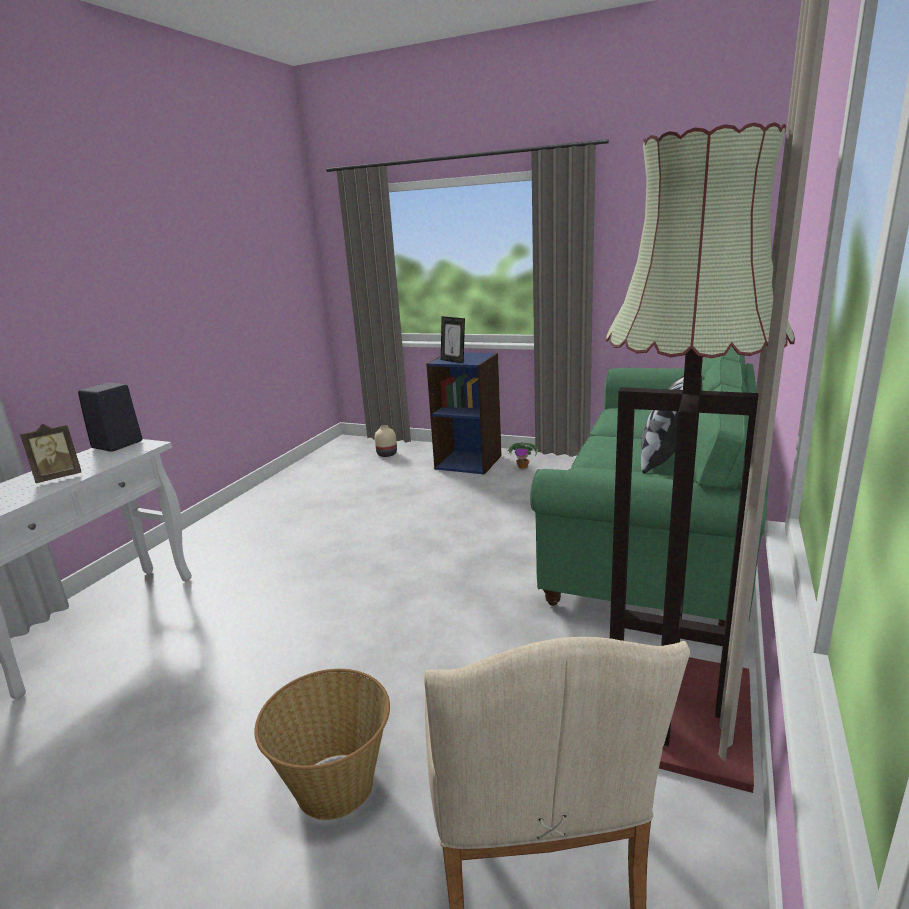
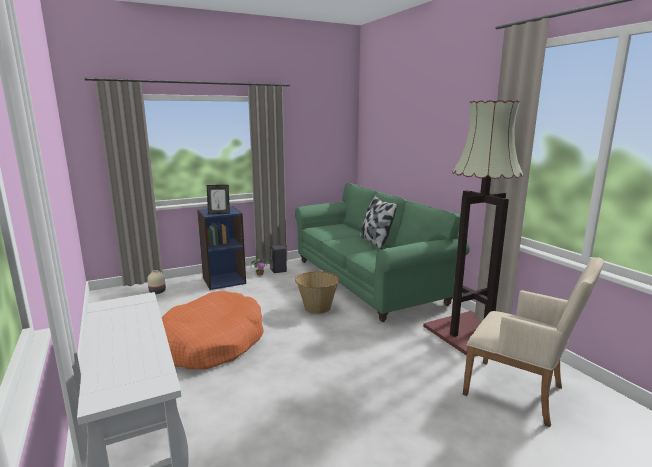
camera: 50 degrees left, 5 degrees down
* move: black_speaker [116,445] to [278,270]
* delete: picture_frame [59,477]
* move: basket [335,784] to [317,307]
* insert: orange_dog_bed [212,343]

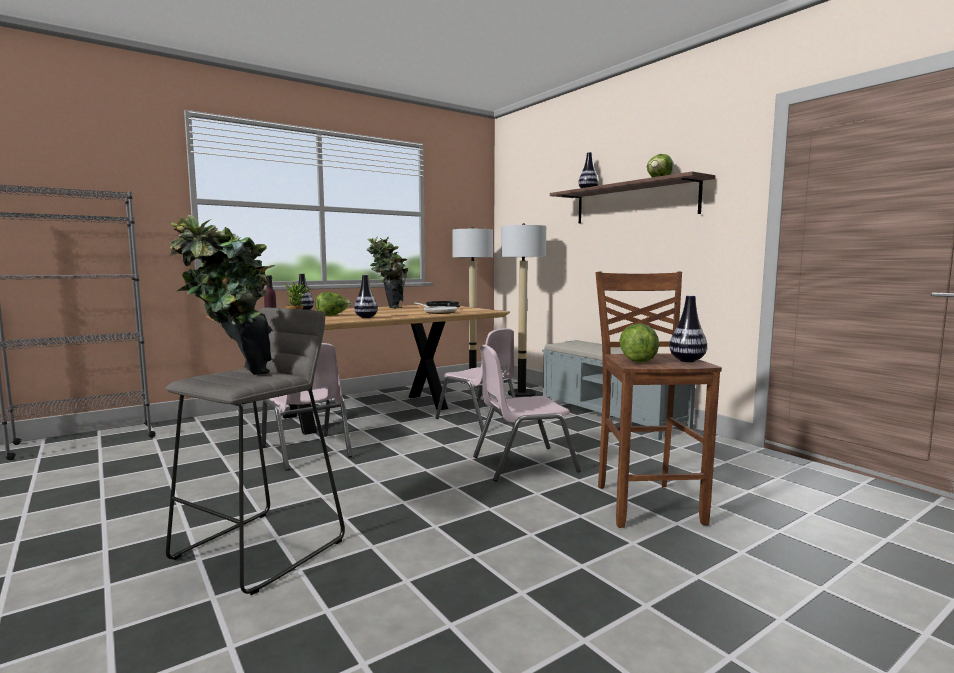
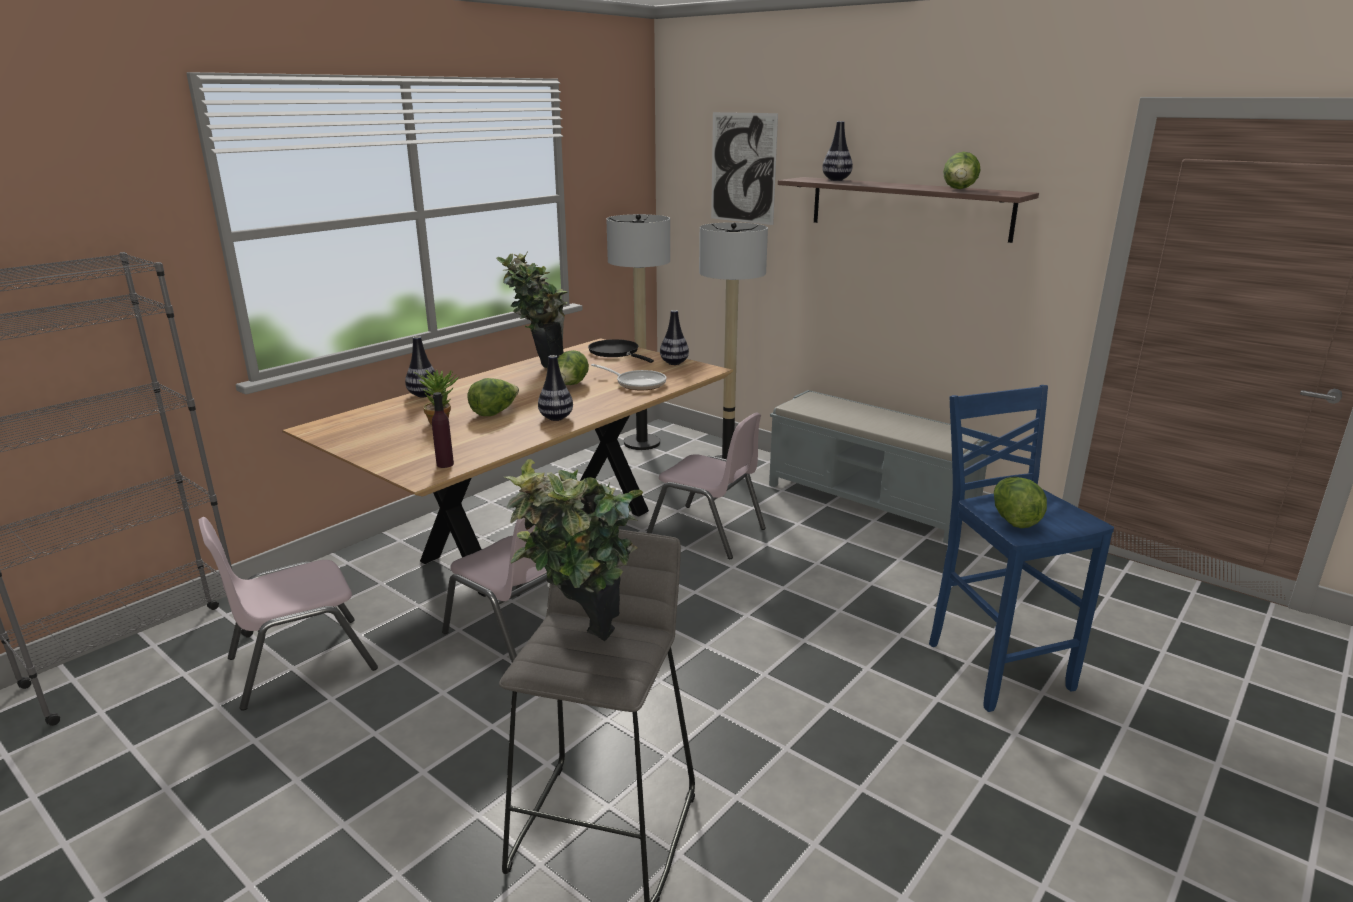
camera: 15 degrees left, 15 degrees up
* recolor: brown_stool [646,503] to blue_stool [995,665]
* move: vase [687,360] to [674,363]
* move: pink_chair [523,464] to [301,663]
* insert: picture [743,168]
* insert: lettuce [570,386]

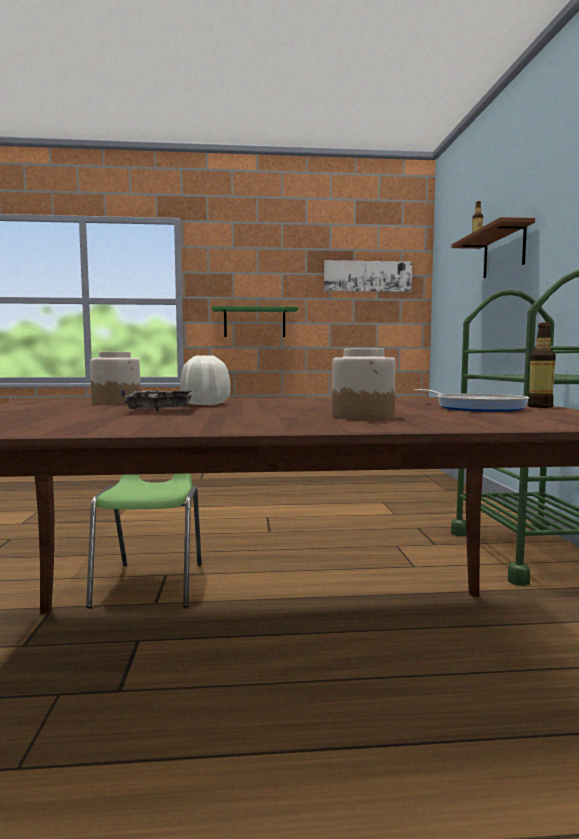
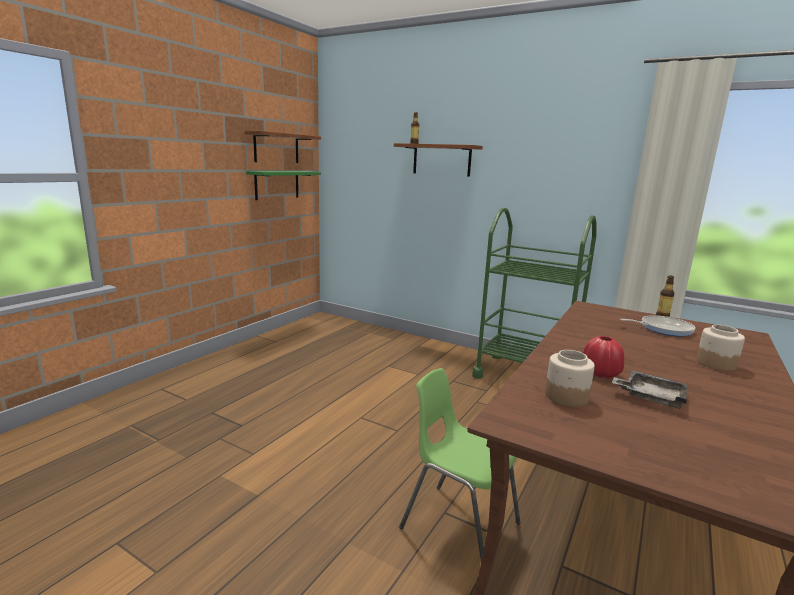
camera: 55 degrees left, 10 degrees up
* replace: picture [367,276] to brown_shelf [276,148]
* move: green_shelf [254,322] to [277,185]
* recolor: white_vase [205,404] to red_vase [600,373]

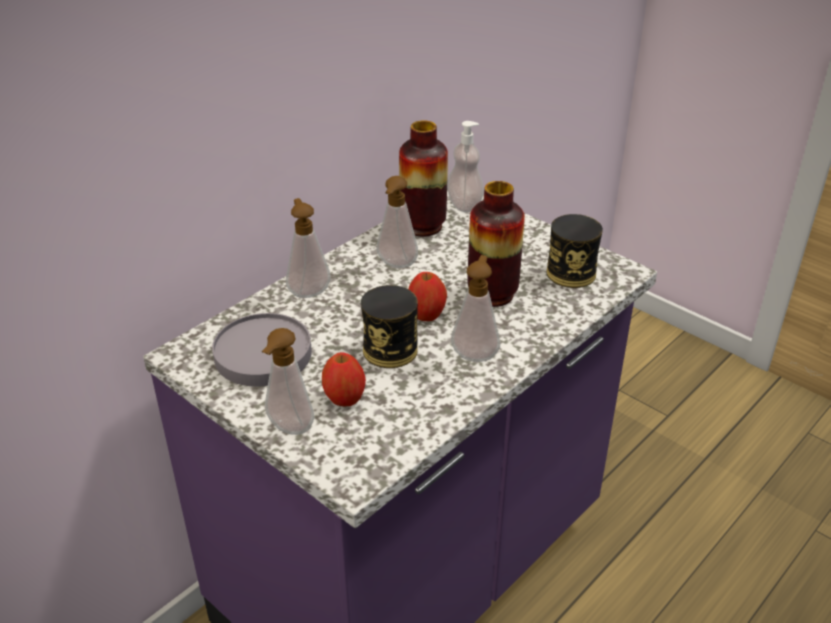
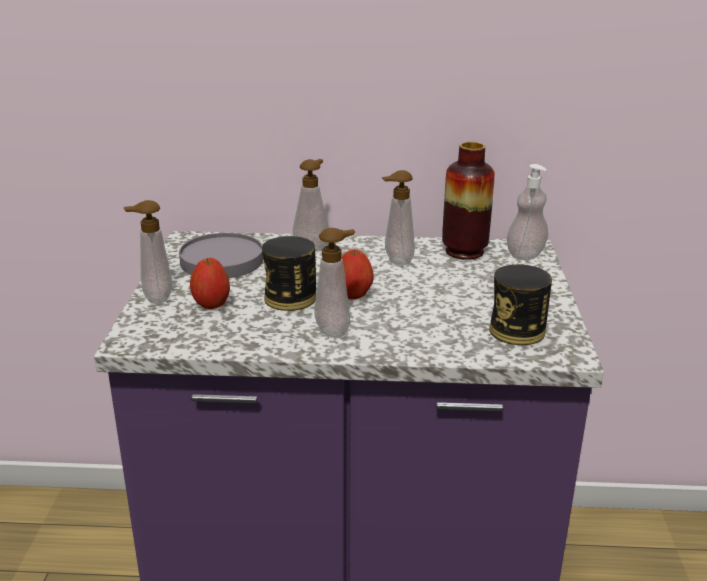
camera: 50 degrees right, 10 degrees down
* delete: vase [492,294]

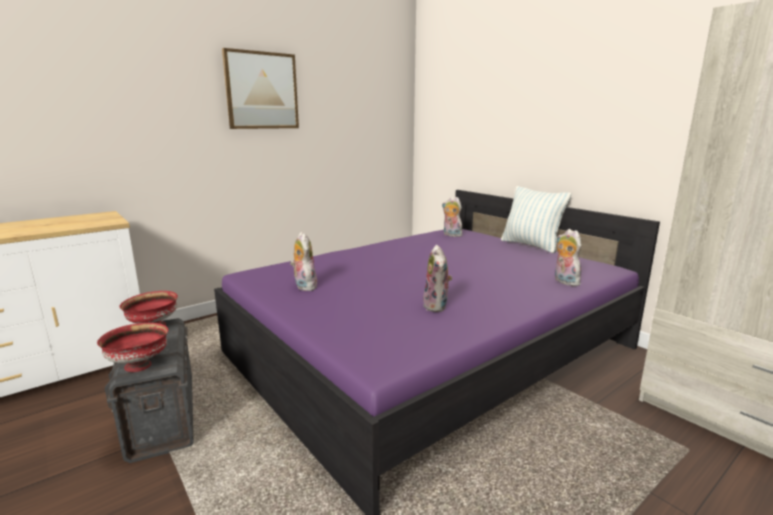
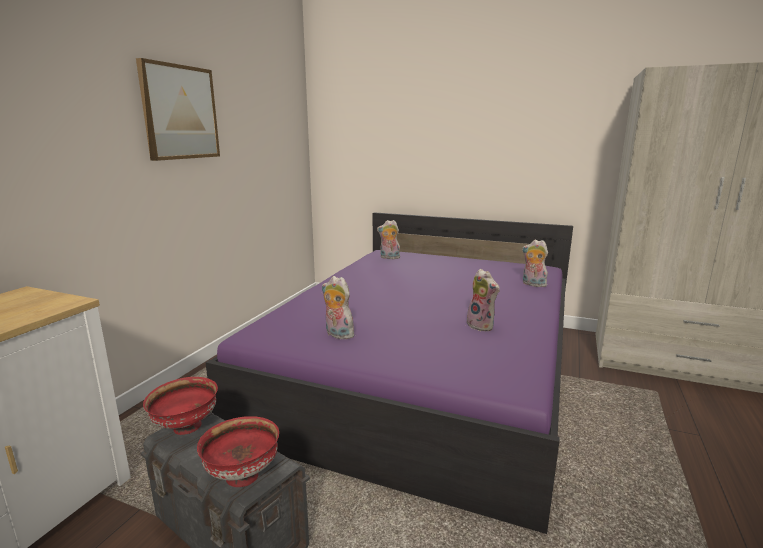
camera: 30 degrees left, 0 degrees up
* delete: pillow [531,245]

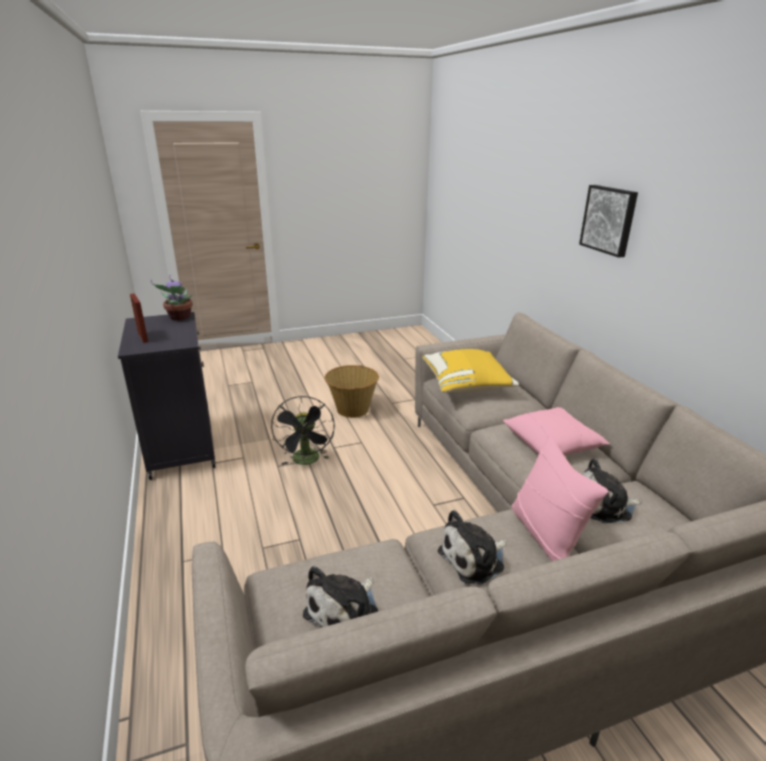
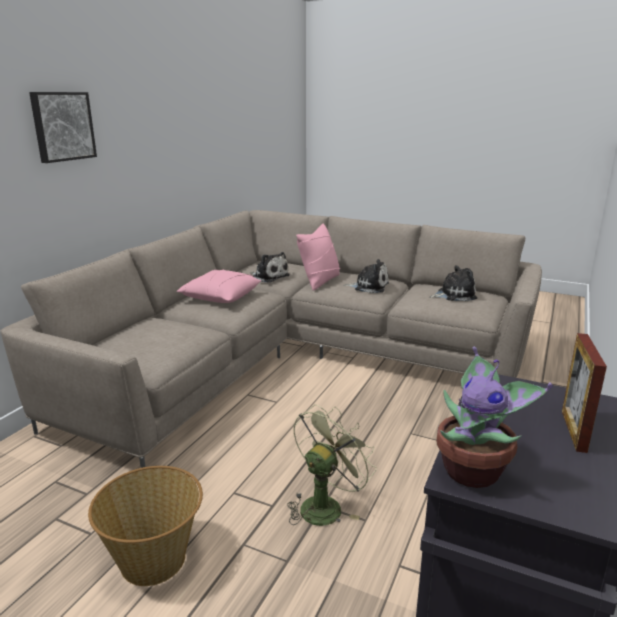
camera: 135 degrees left, 5 degrees down
* delete: yellow_pillow [467,386]
* recolor: black_fan [307,461] to green_fan [325,505]

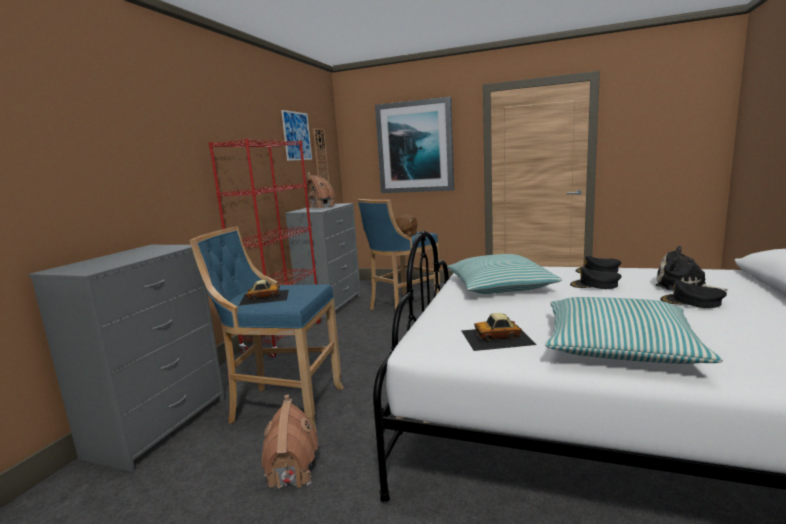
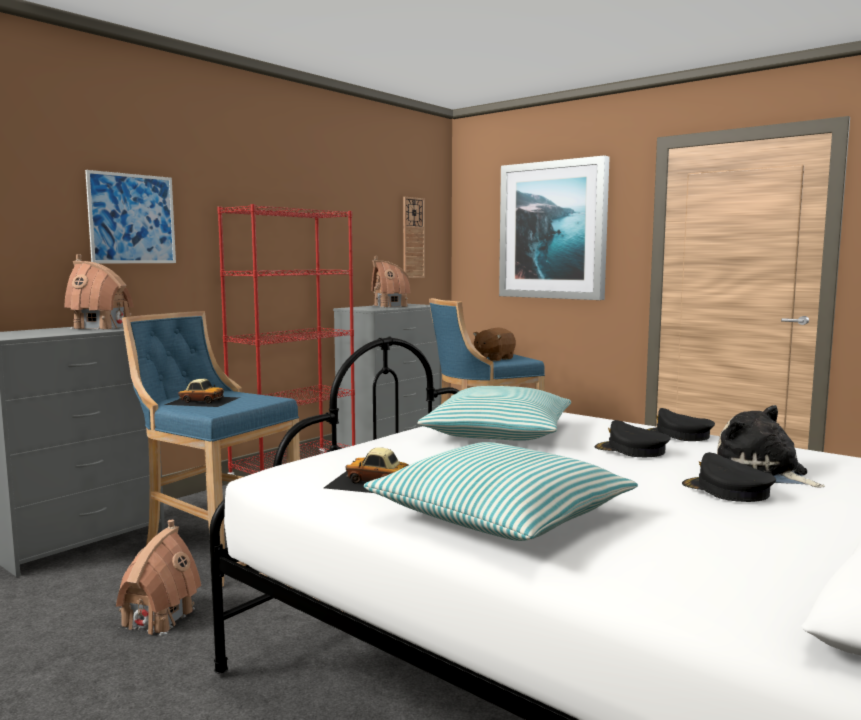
camera: 20 degrees right, 5 degrees down
* move: picture [297,136] to [132,219]
* insert: toy_house [102,327]

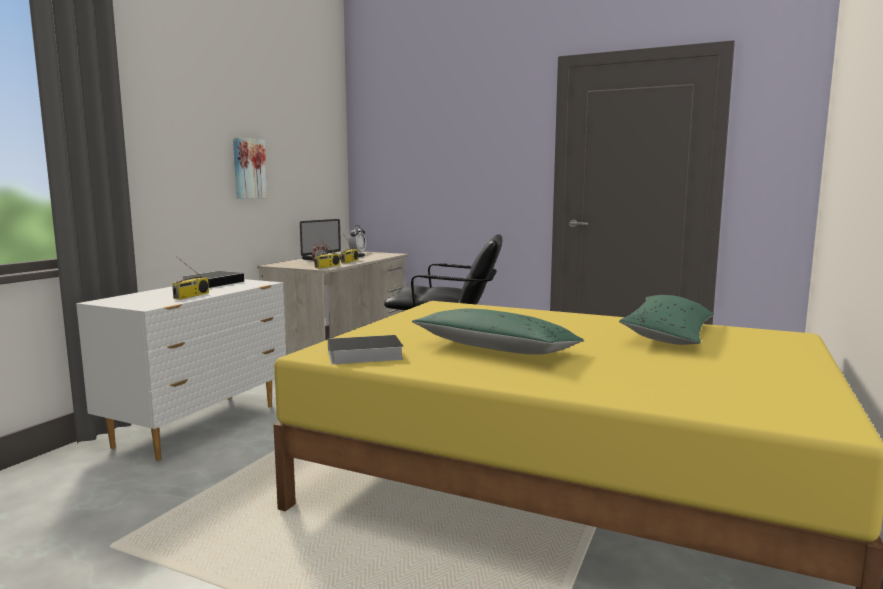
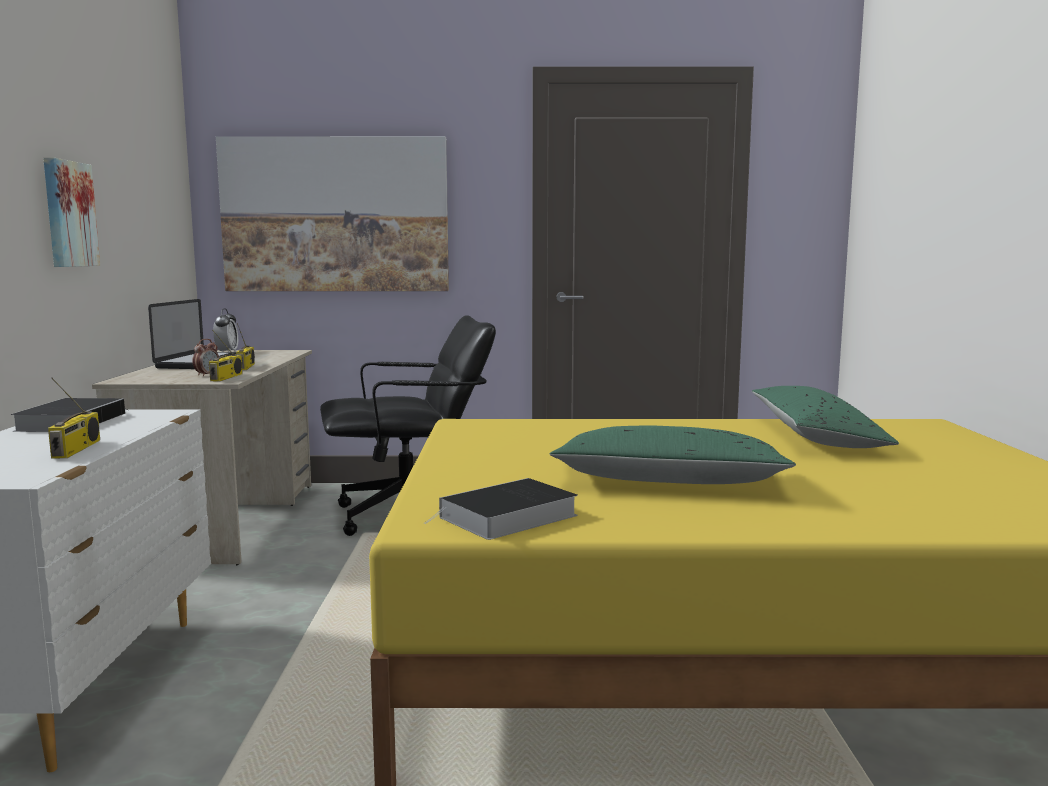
camera: 25 degrees left, 0 degrees up
* insert: picture [335,215]

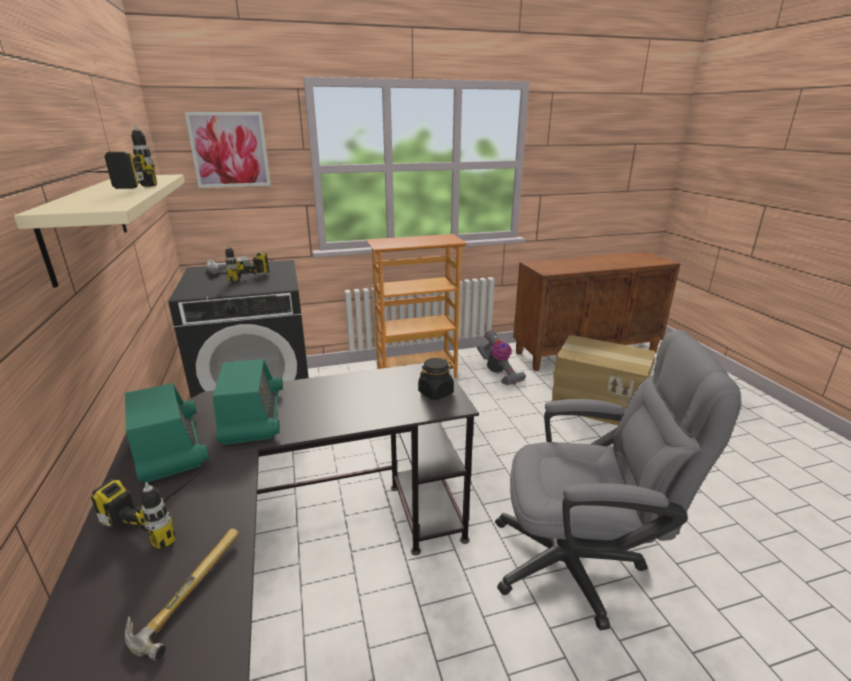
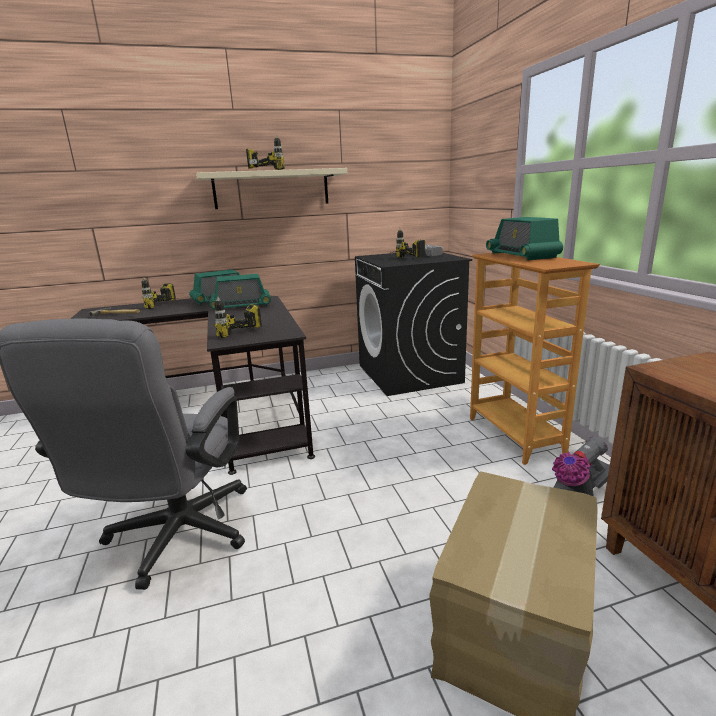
camera: 90 degrees right, 5 degrees down
* delete: picture [229,150]
* replace: black_jar [435,392] to power_drill [246,336]
* insert: radio [522,255]

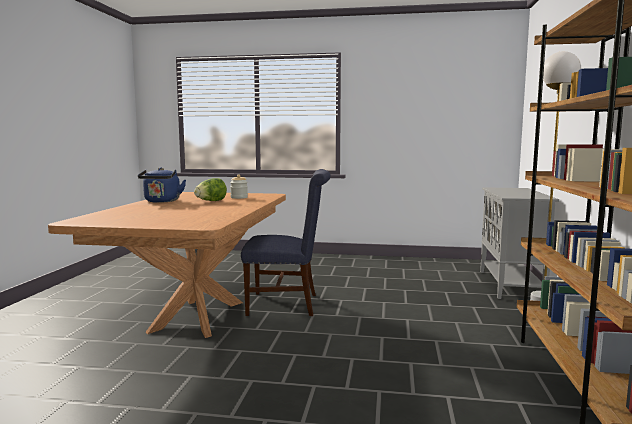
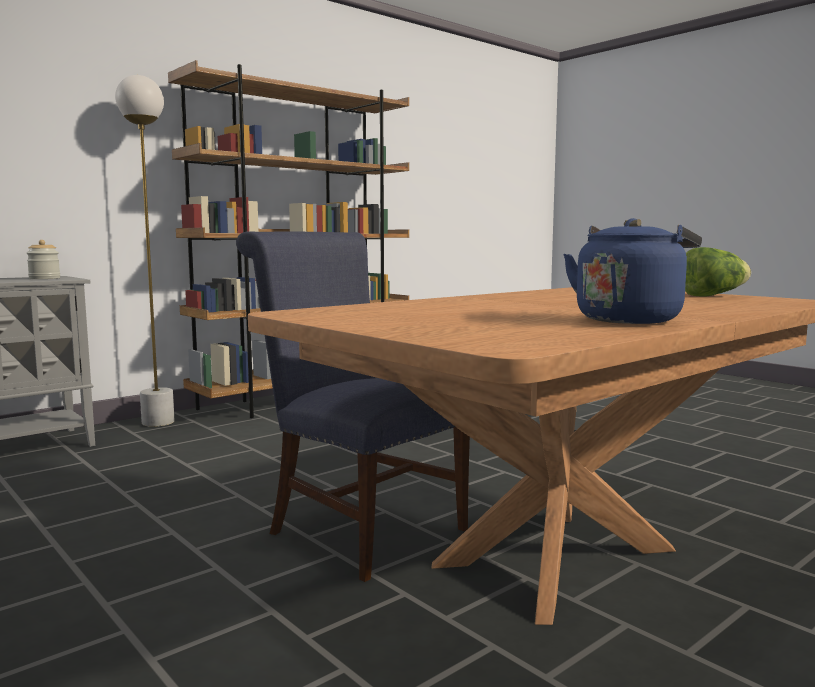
camera: 140 degrees left, 0 degrees up
* move: jar [239,197] to [44,278]
* move: lettuce [210,201] to [711,295]

